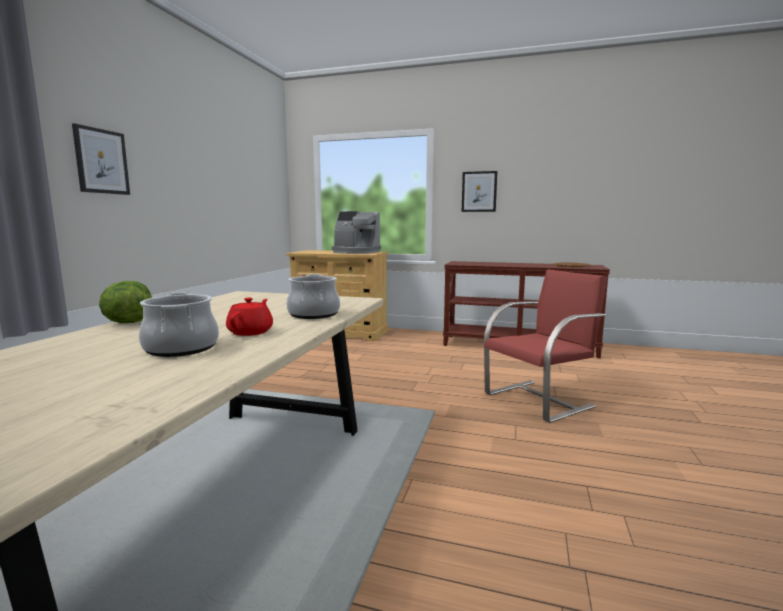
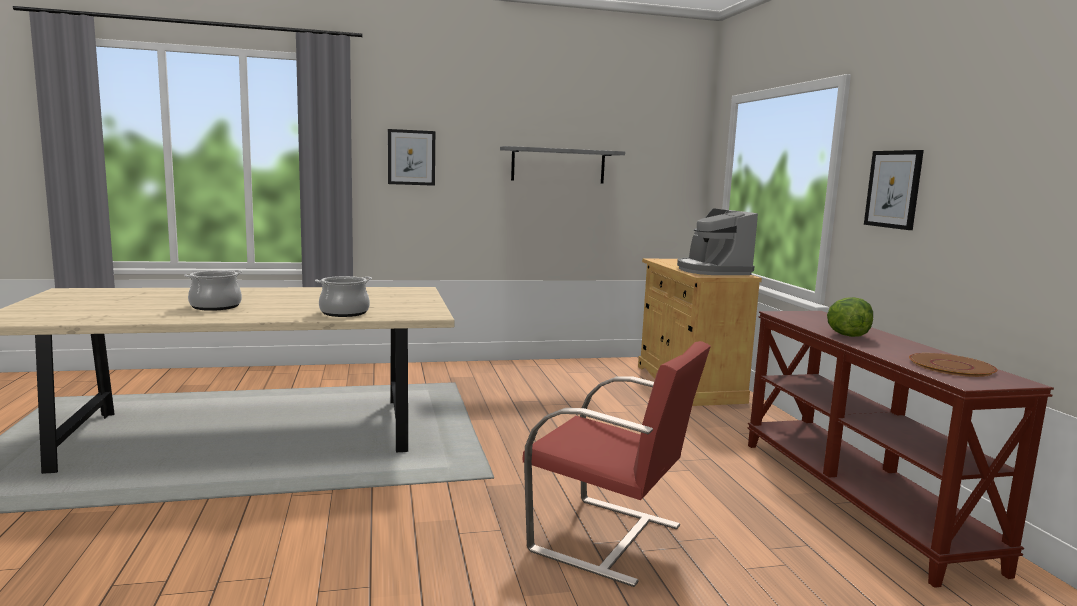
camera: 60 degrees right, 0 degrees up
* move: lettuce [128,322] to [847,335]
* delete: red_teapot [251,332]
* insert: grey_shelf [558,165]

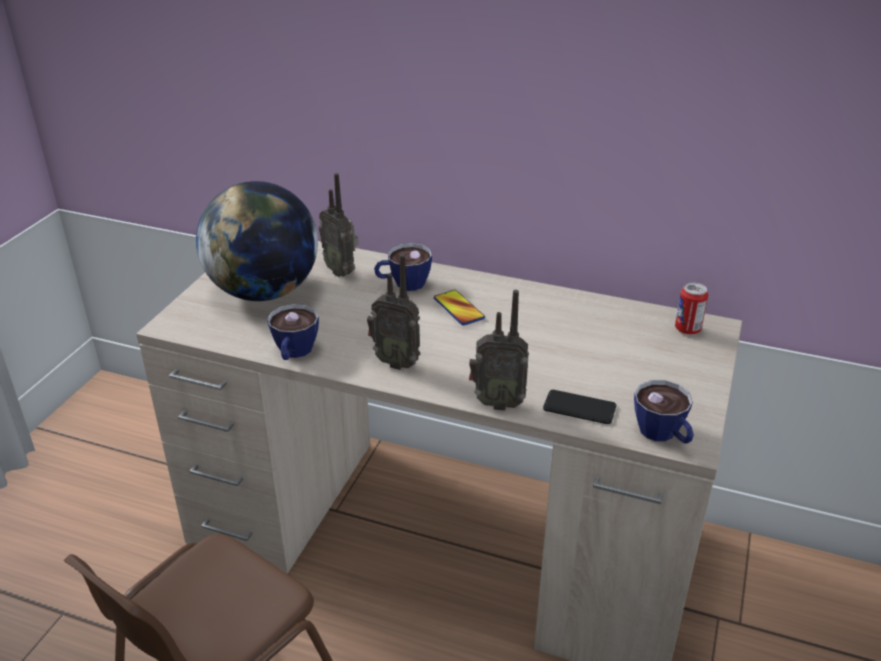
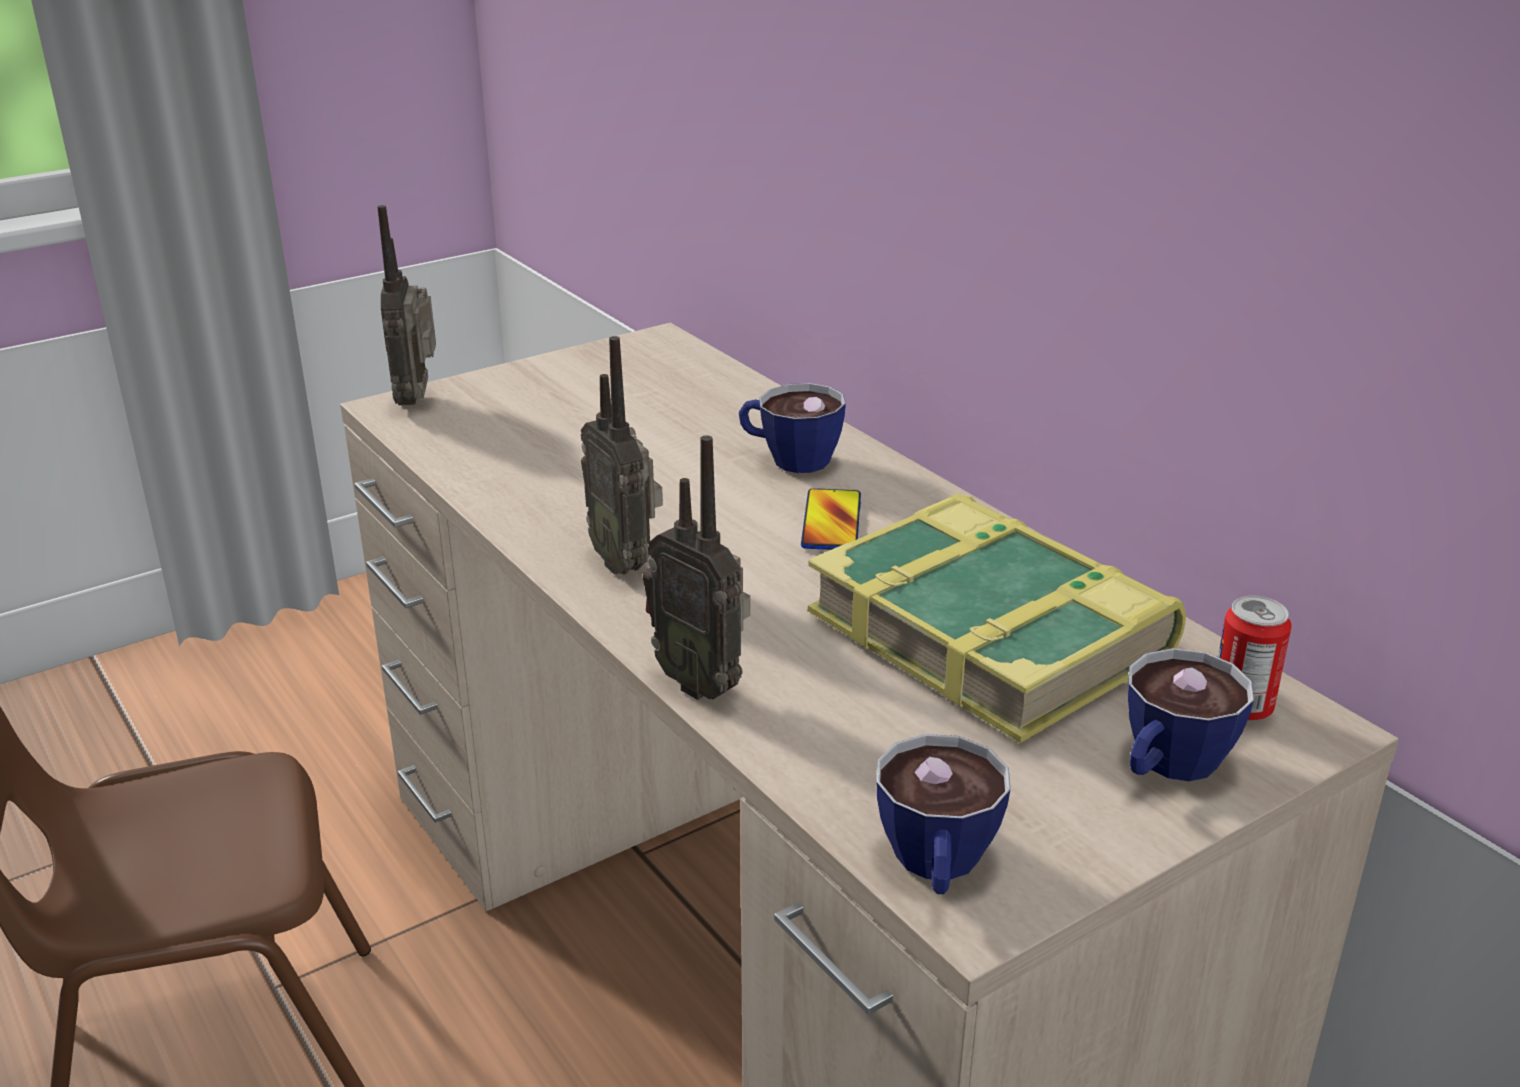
camera: 35 degrees right, 5 degrees down
* move: radio [341,271] to [418,399]
* delete: globe [264,291]
* move: cup [294,353] to [1167,767]
* delete: phone [579,408]
* insert: book [992,633]

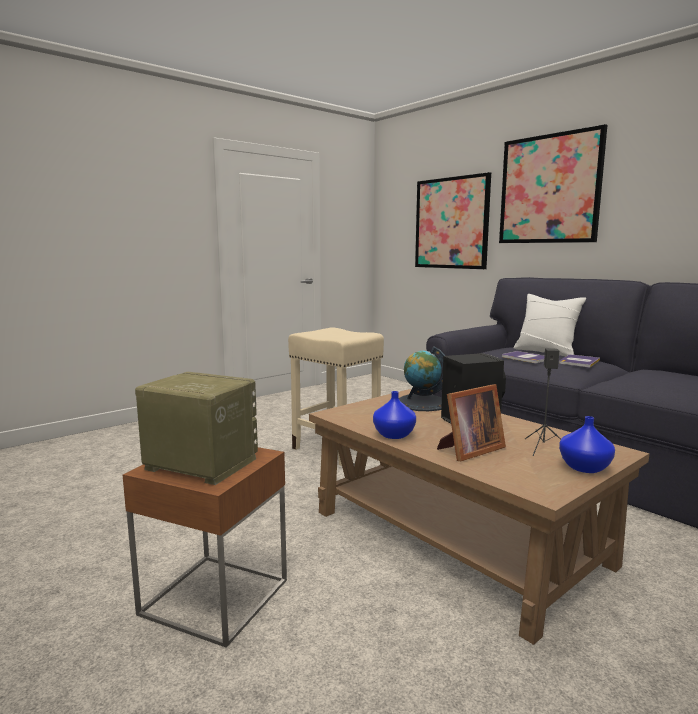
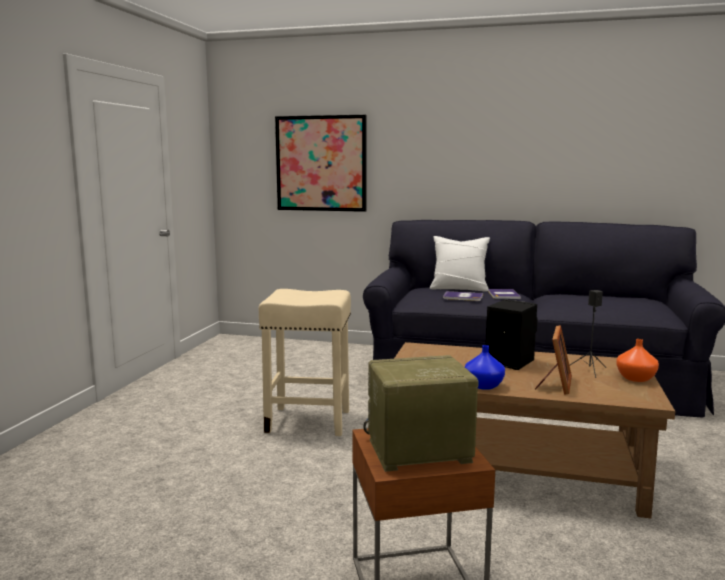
camera: 35 degrees left, 0 degrees up
* delete: picture [549,189]
* delete: globe [422,403]
* recolor: blue_vase [585,467] to orange_vase [635,378]

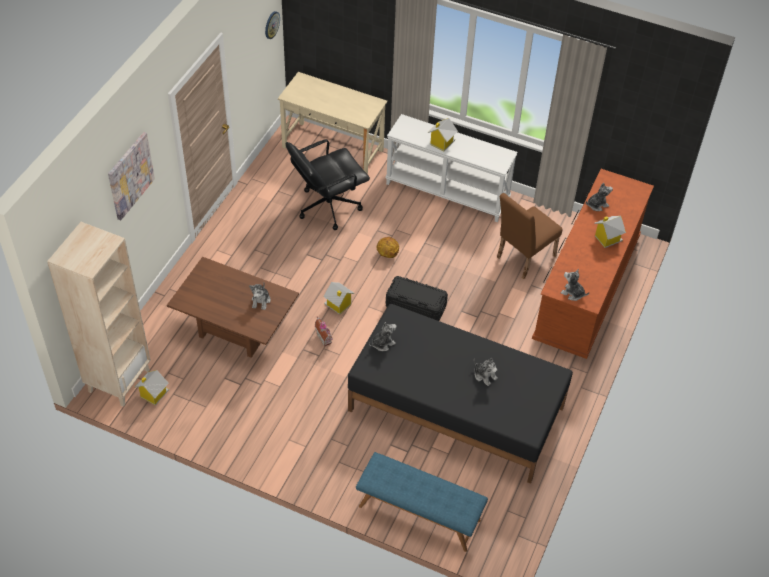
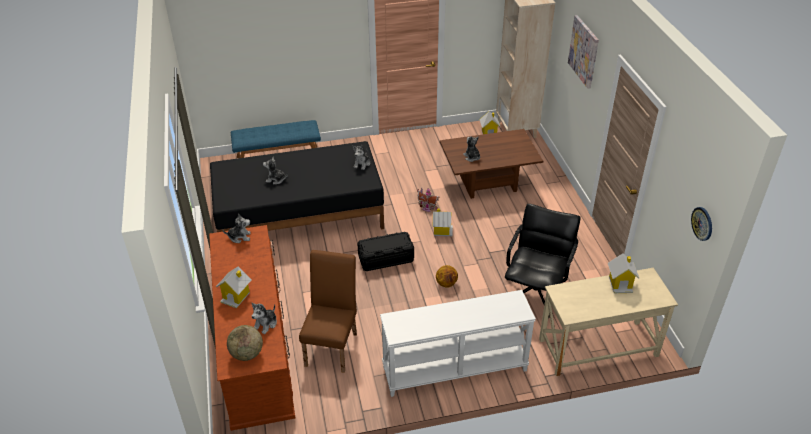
camera: 145 degrees right, 10 degrees down
* move: toy_house [441,143] to [620,283]
* insert: globe [247,354]

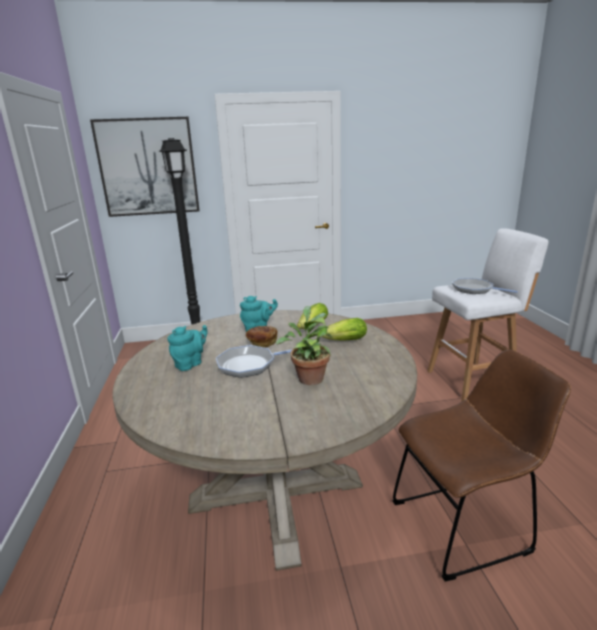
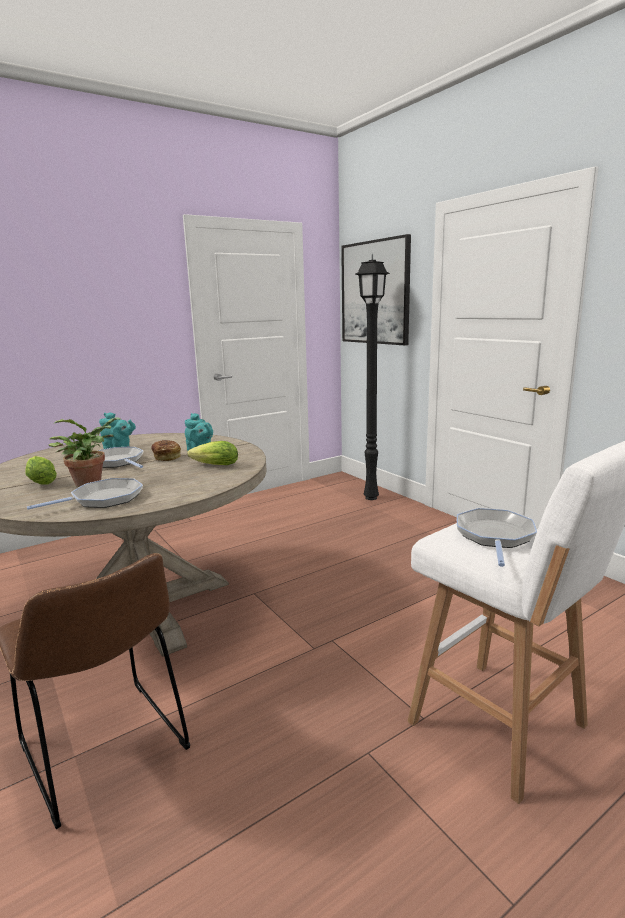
camera: 65 degrees right, 5 degrees down
* move: lettuce [342,341] to [41,481]
* insert: frying_pan [103,499]

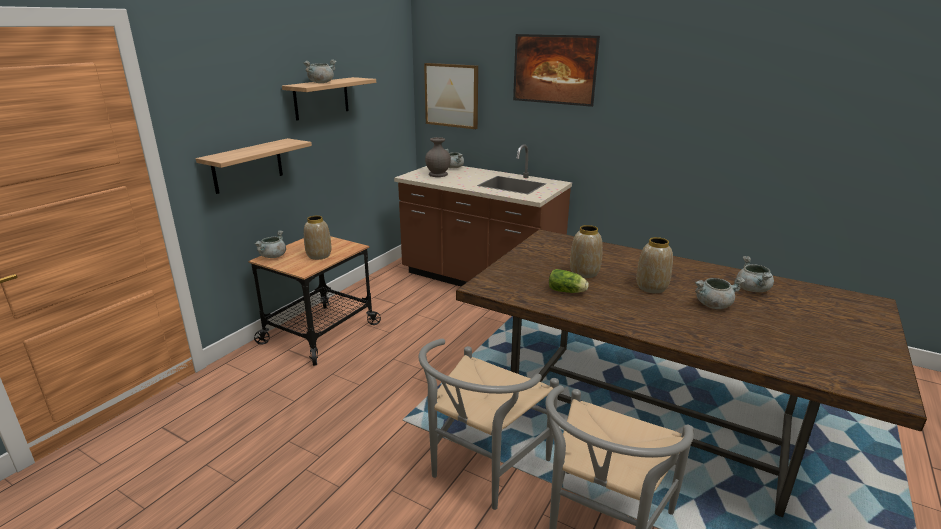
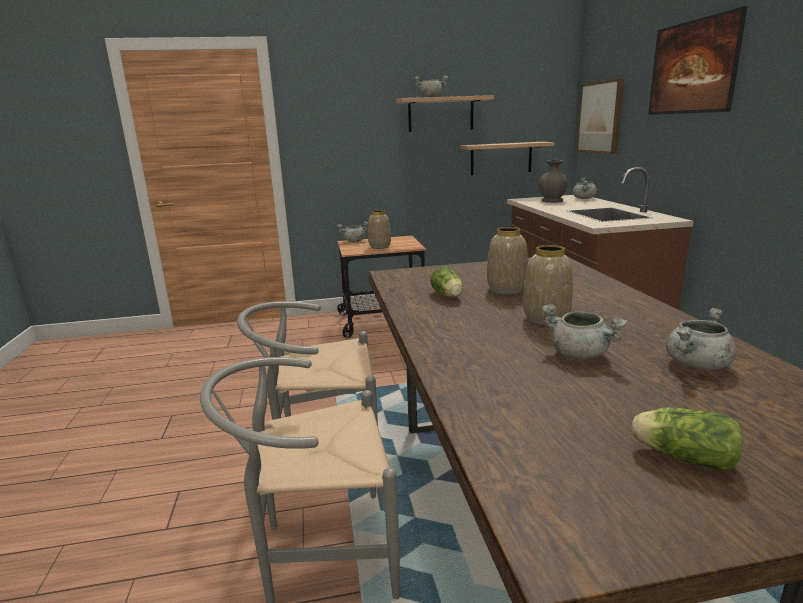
camera: 50 degrees right, 5 degrees down
* move: shelf [248,165] to [501,158]
* insert: lettuce [680,456]

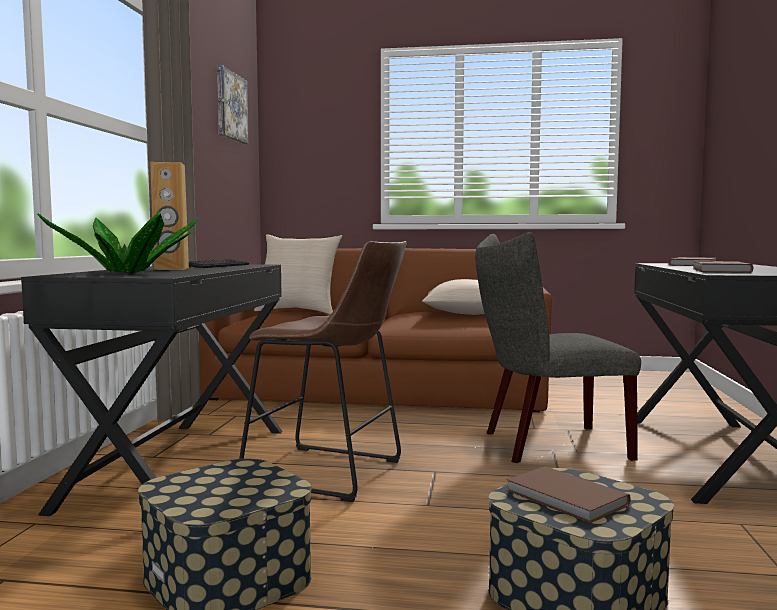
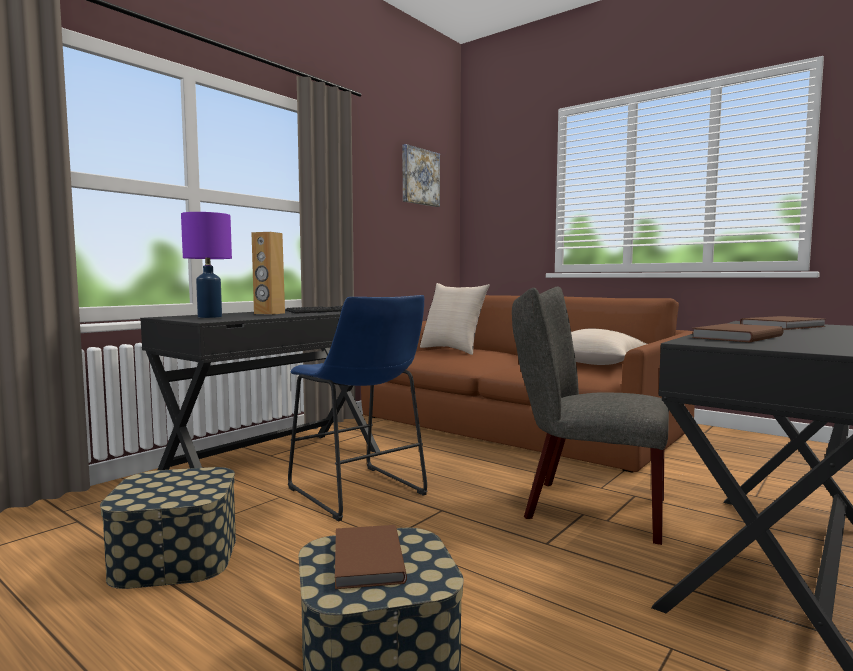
camera: 30 degrees right, 0 degrees up
* replace: potted_plant [127,273] to purple_table_lamp [210,317]
* recolor: brown_stool [331,474] to blue_stool [360,494]

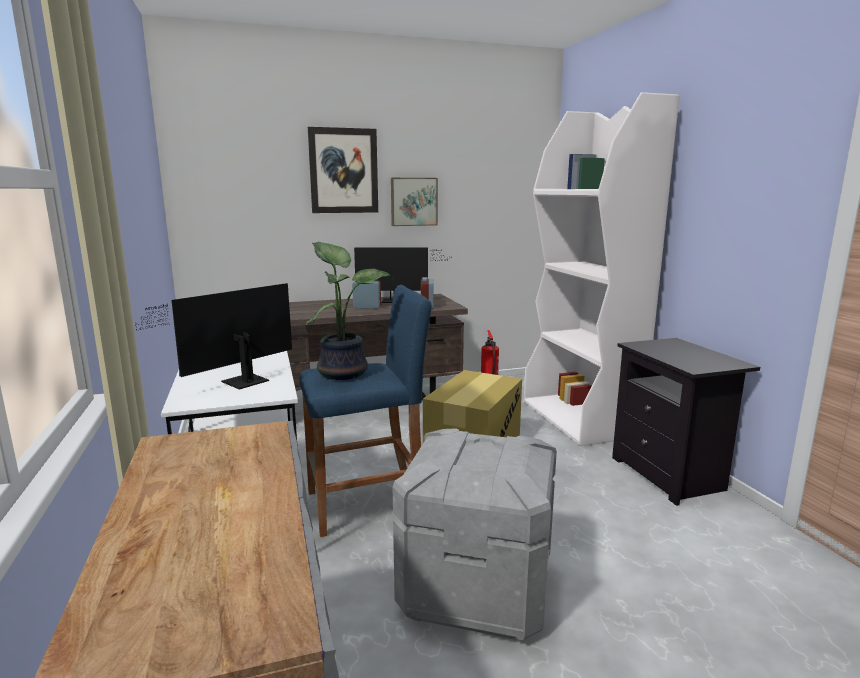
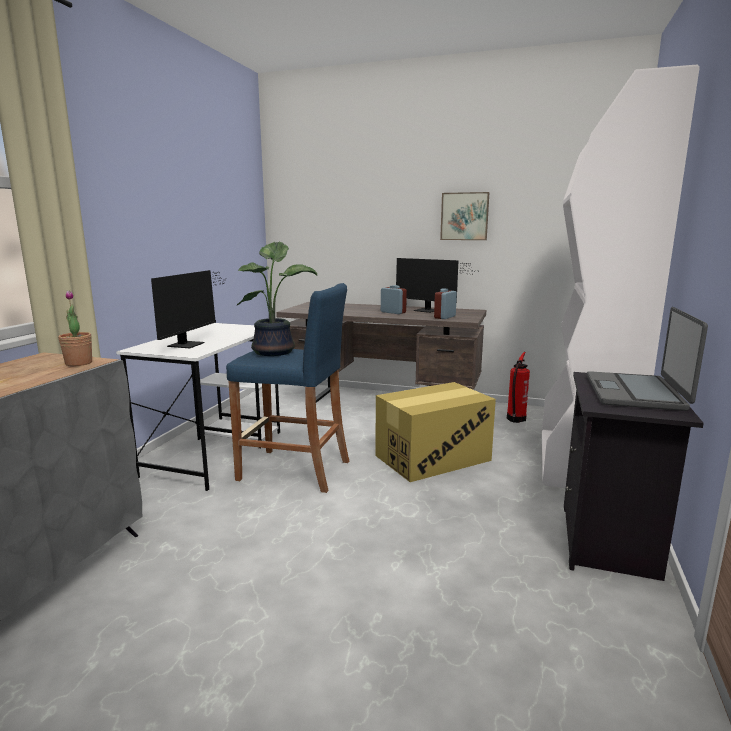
camera: 35 degrees right, 0 degrees up
* delete: picture [343,171]
* rotate: monitor [238,382] = [190,343] 120 degrees clockwise
* delete: grey_storage_box [475,587]
* insert: potted_plant [79,363]
* insert: laptop [635,392]

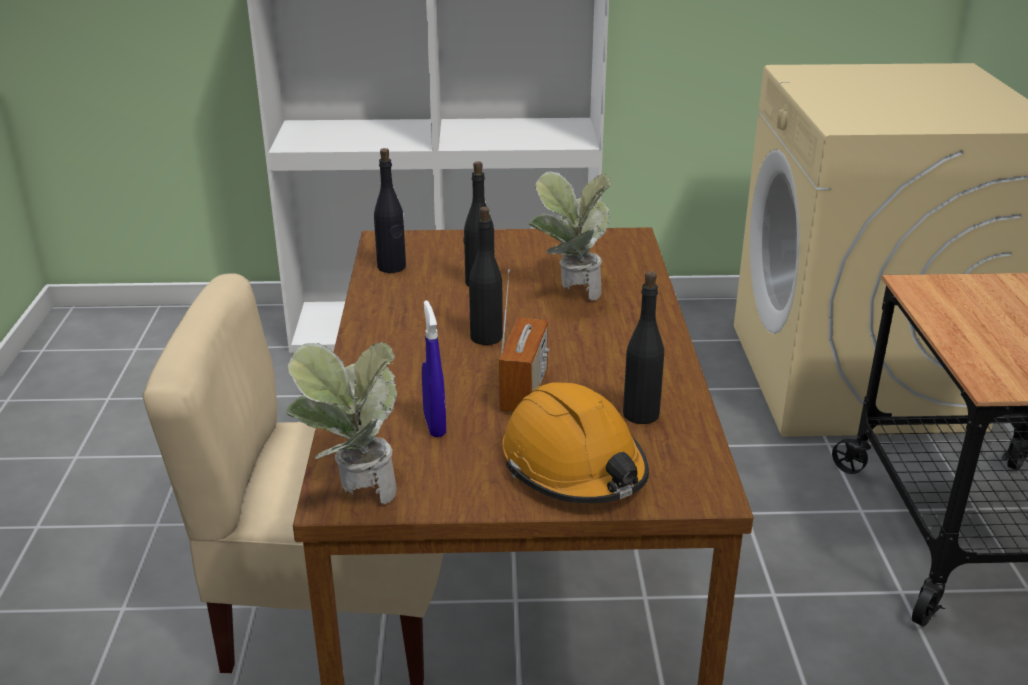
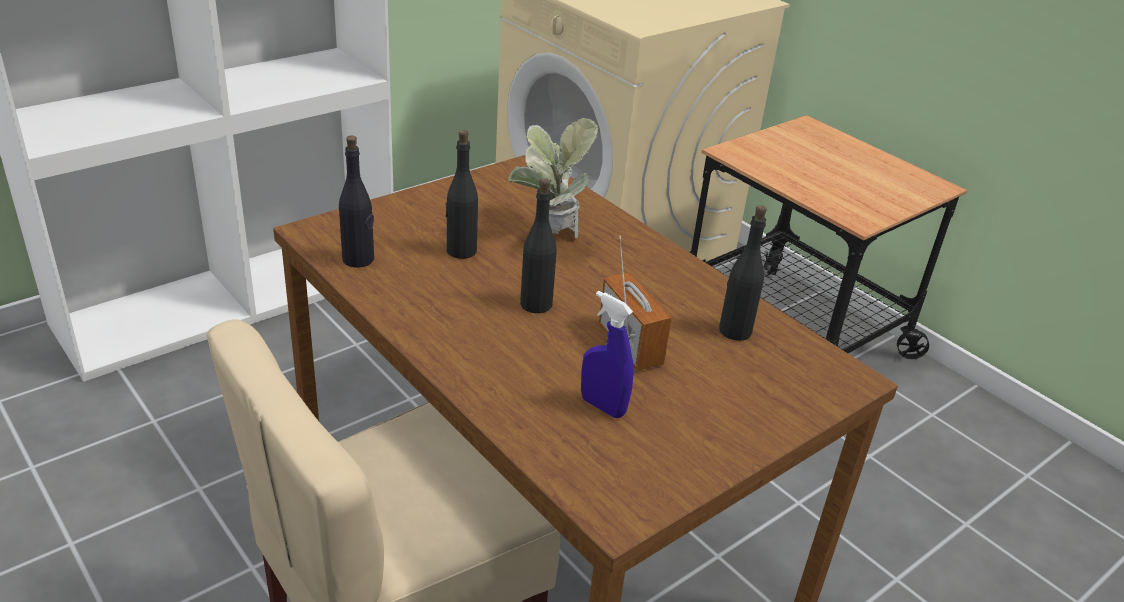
camera: 40 degrees left, 5 degrees up
* delete: potted_plant [355,494]
* delete: orange_hard_hat [574,467]

